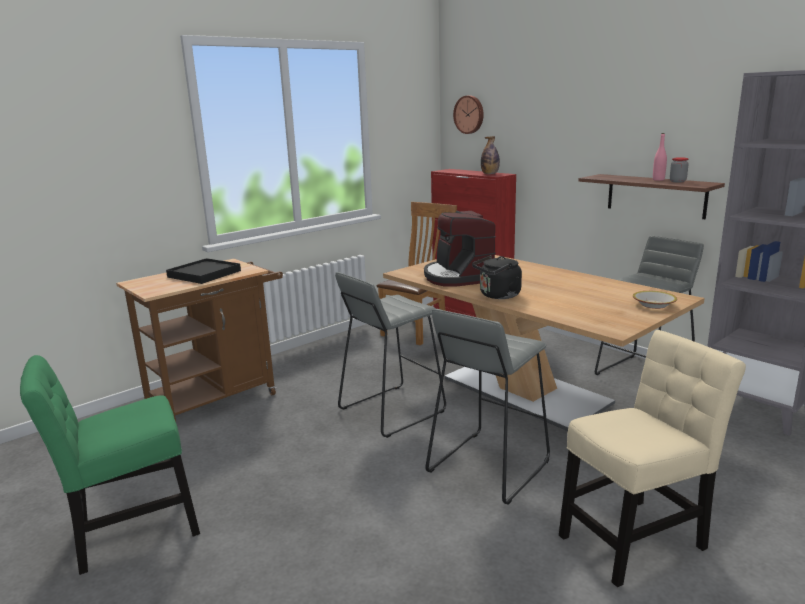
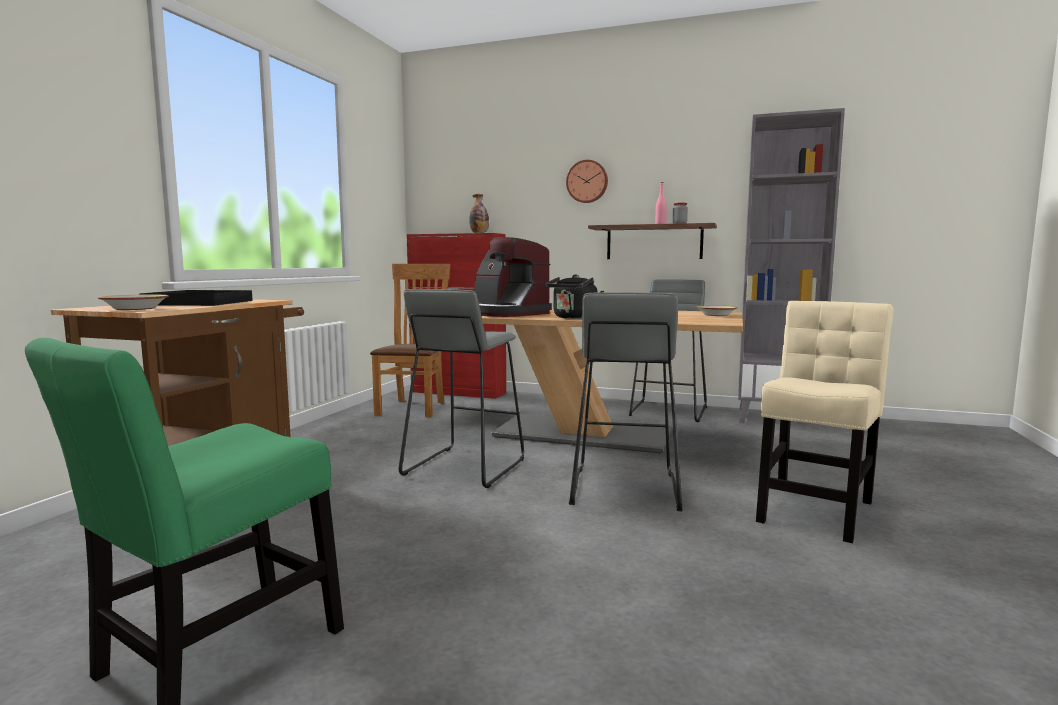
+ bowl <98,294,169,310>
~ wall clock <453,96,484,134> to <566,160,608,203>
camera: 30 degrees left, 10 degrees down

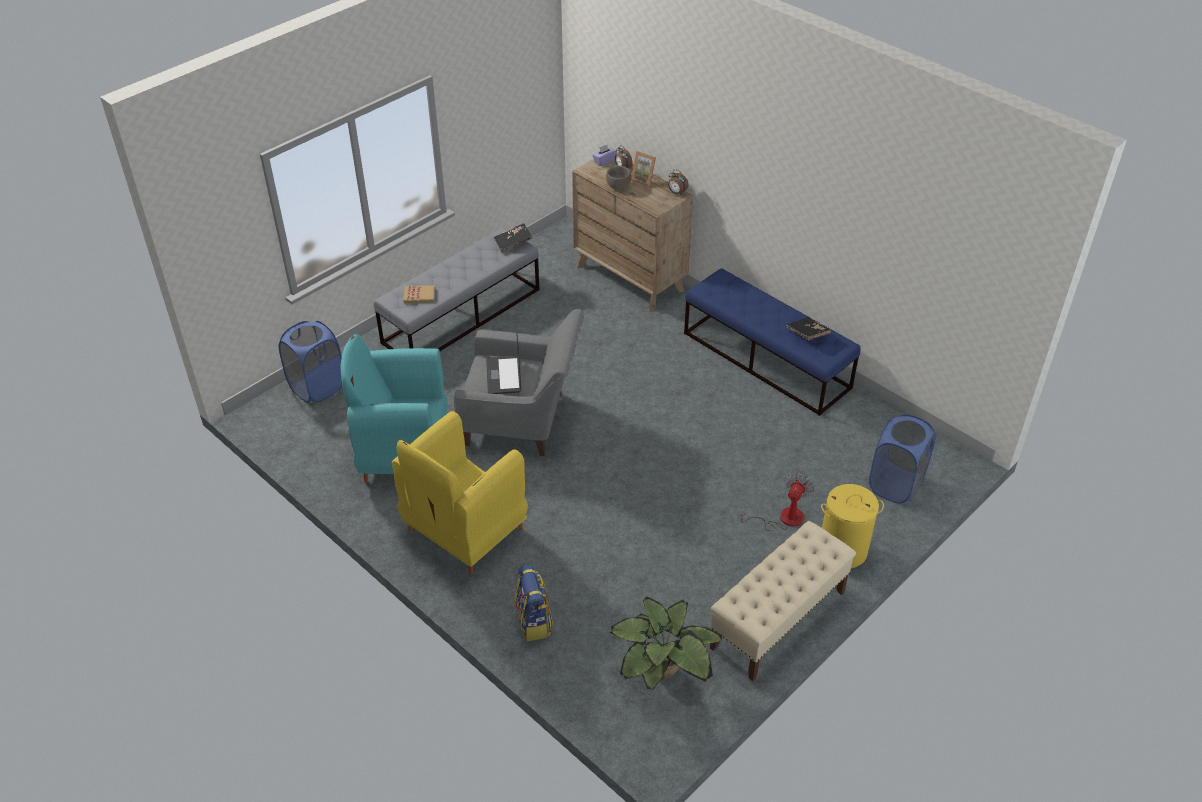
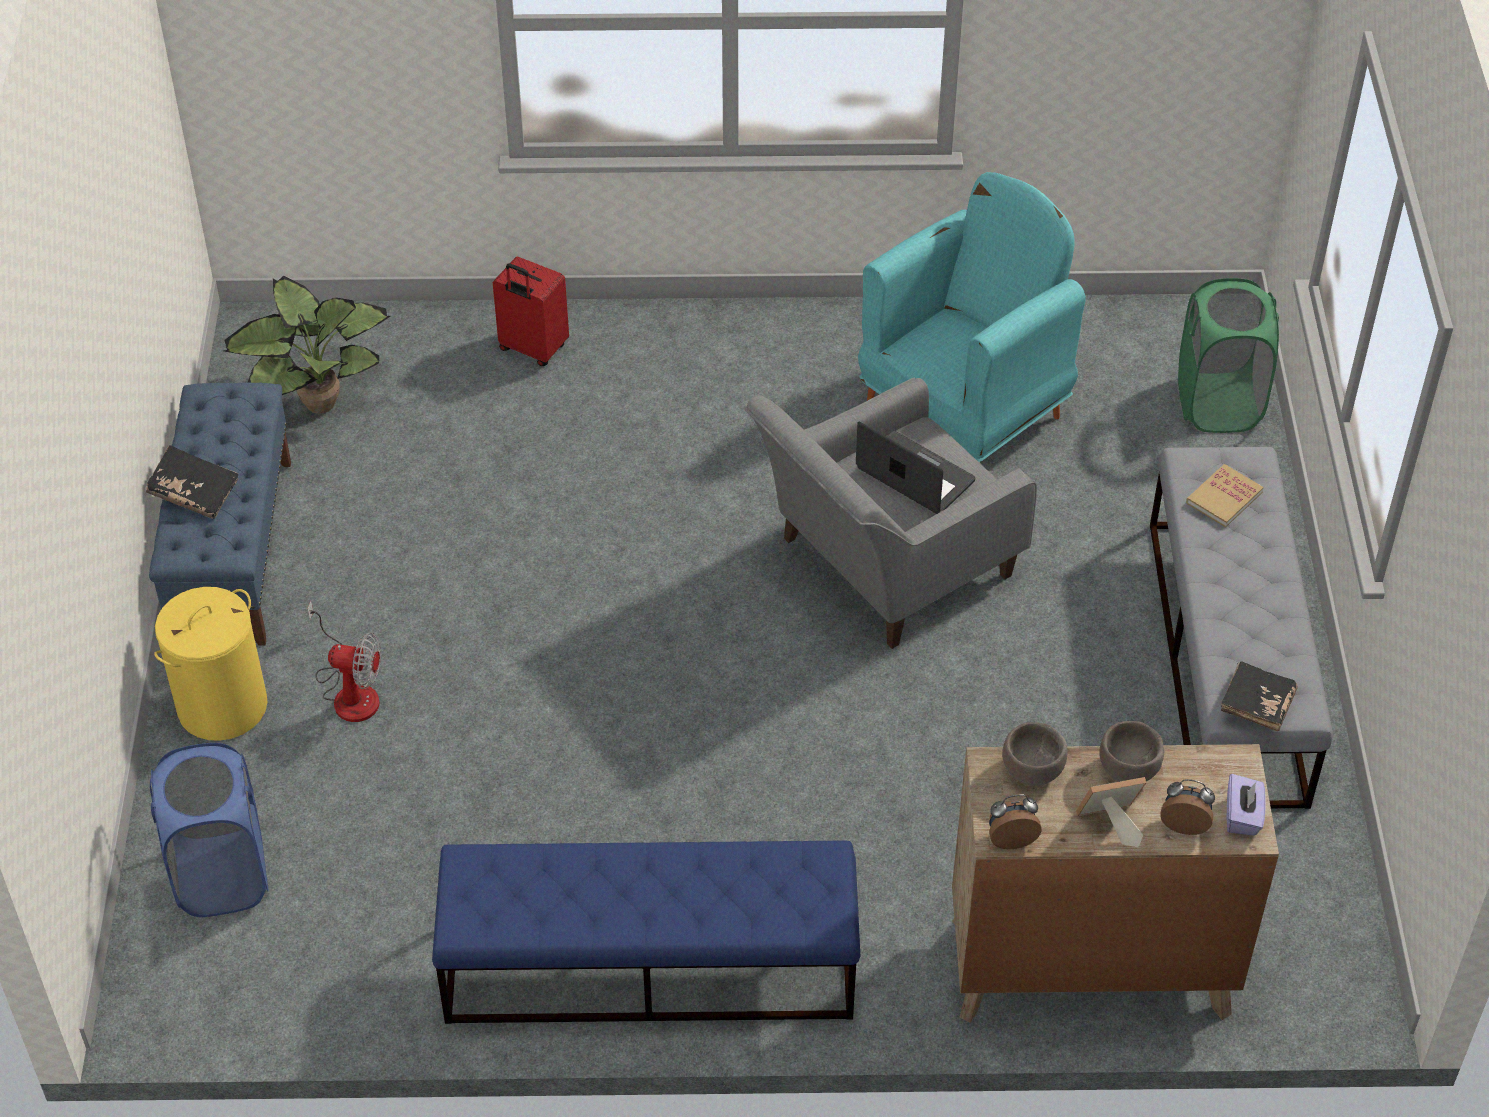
~ book (black) <786,317,831,340> to <146,445,239,519>
~ bench (beige) <710,521,856,681> to bench (blue) <149,383,291,645>
~ fan <738,473,814,531> = <307,601,381,722> 60 degrees counterclockwise
~ backpack <514,565,553,641> to suitcase (red) <493,257,569,366>
+ bowl (brown) <1002,722,1067,786>
~ laundry basket (blue) <279,321,342,403> to laundry basket (green) <1178,278,1279,433>
- armchair (yellow) <392,411,528,574>
camera: 135 degrees right, 5 degrees up

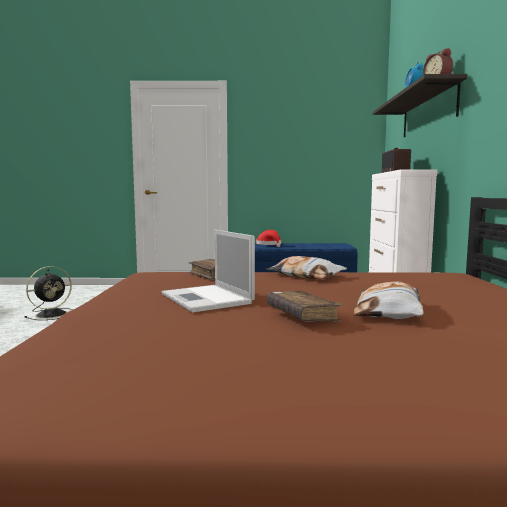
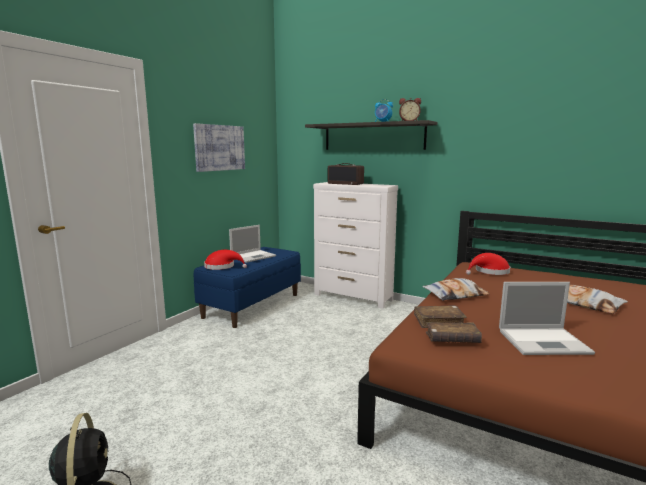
+ picture <193,123,245,172>
+ laptop <229,225,276,263>
~ book (brown) <267,291,342,322> to <426,322,482,343>
+ hat (red) <466,253,511,275>
camera: 60 degrees left, 5 degrees up

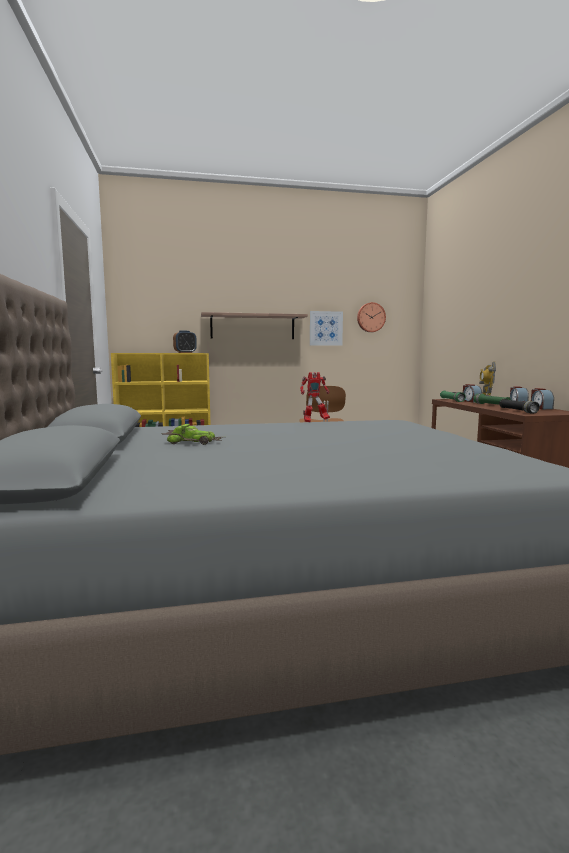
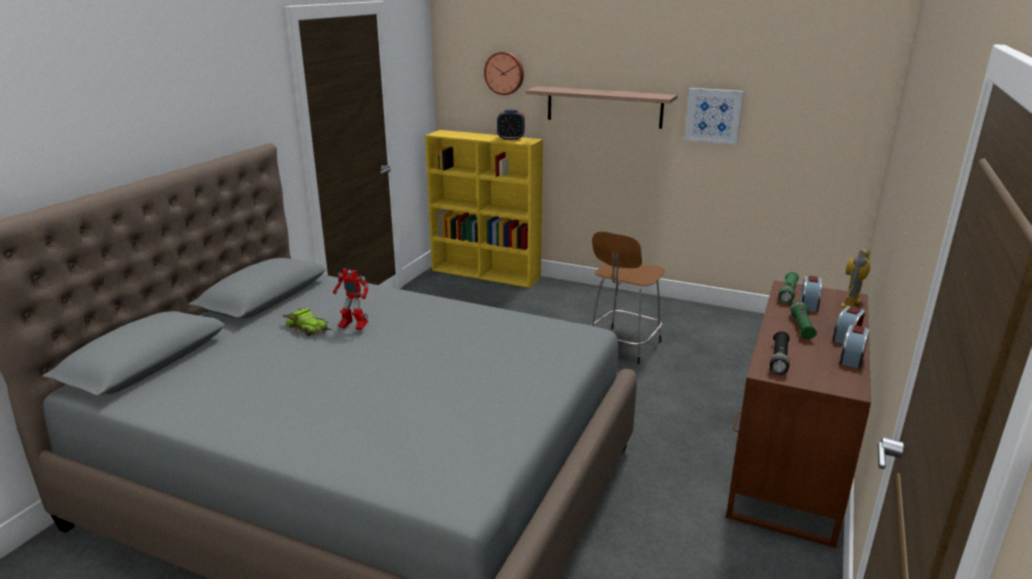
~ toy robot <300,372,330,422> to <333,268,369,330>
~ wall clock <357,302,386,332> to <484,52,524,95>
camera: 35 degrees right, 15 degrees up

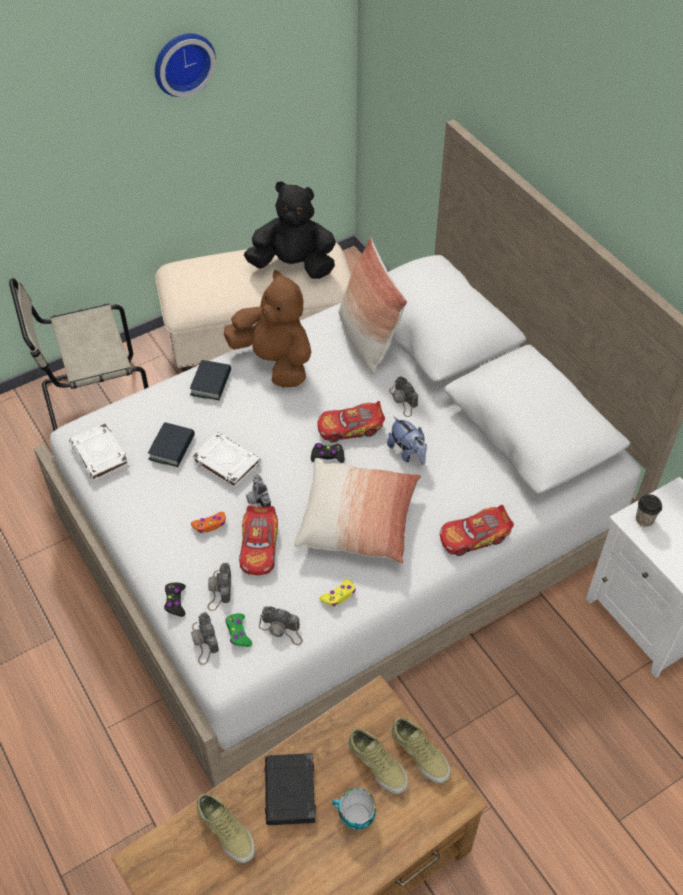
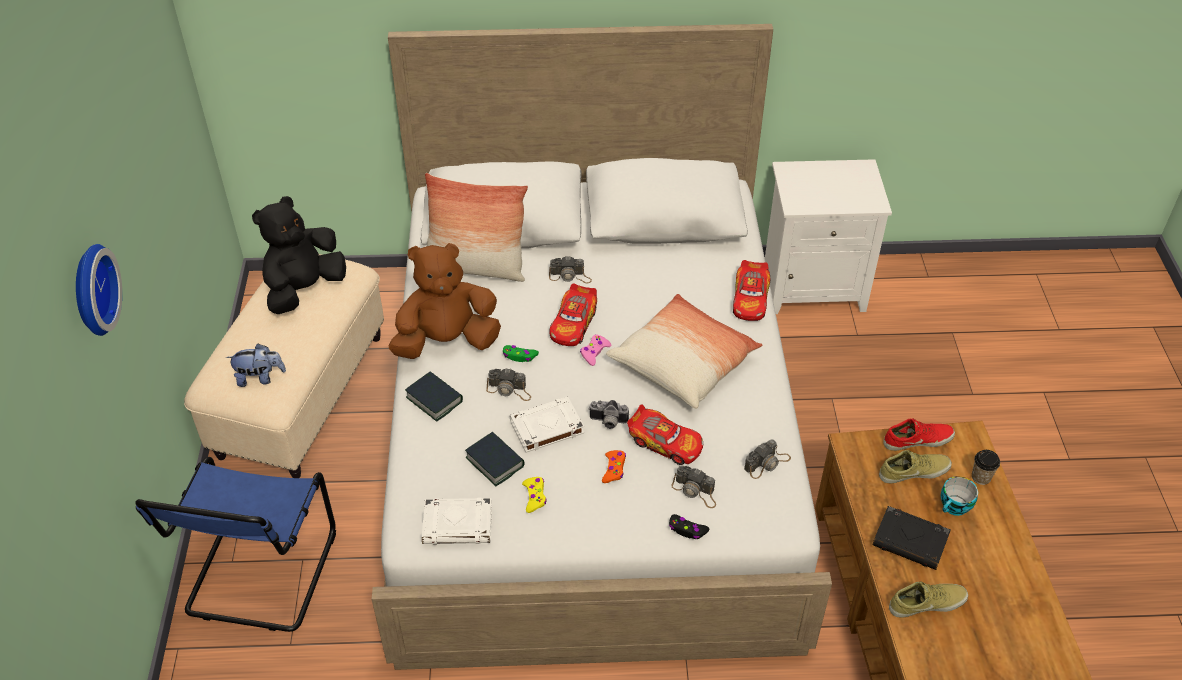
~ wall clock <155,33,216,97> to <76,244,122,336>
~ chair (beige) <9,278,148,431> to chair (blue) <135,457,336,632>
~ plush toy <387,417,427,465> to <226,343,286,387>
~ photo camera <191,612,219,665> to <486,369,531,401>
~ game controller (green) <225,613,252,647> to <503,345,539,362>
~ game controller (yellow) <319,579,356,607> to <522,477,547,513>
~ game controller (black) <311,443,344,463> to game controller (pink) <580,334,611,366>
~ shoe (beige) <391,717,450,783> to shoe (red) <883,418,955,451>
~ cup <636,494,662,527> to <972,450,1000,485>
camera: 60 degrees left, 5 degrees down

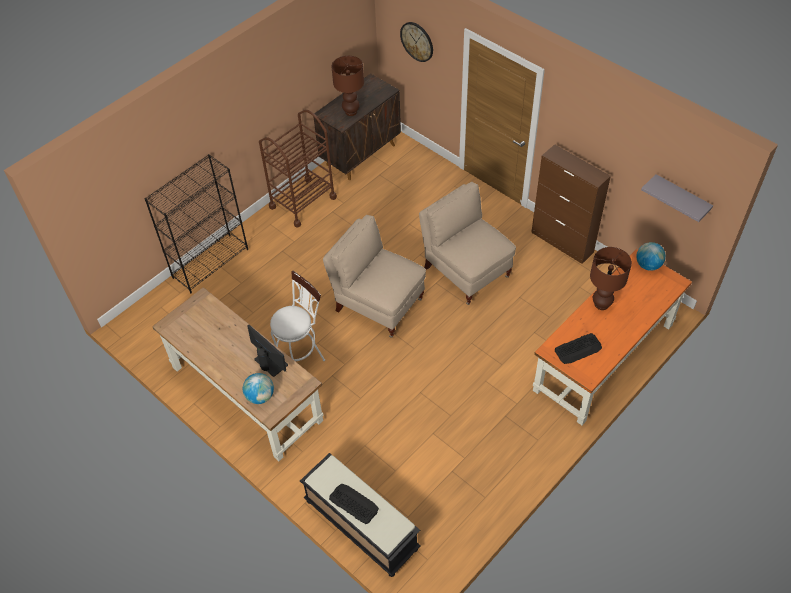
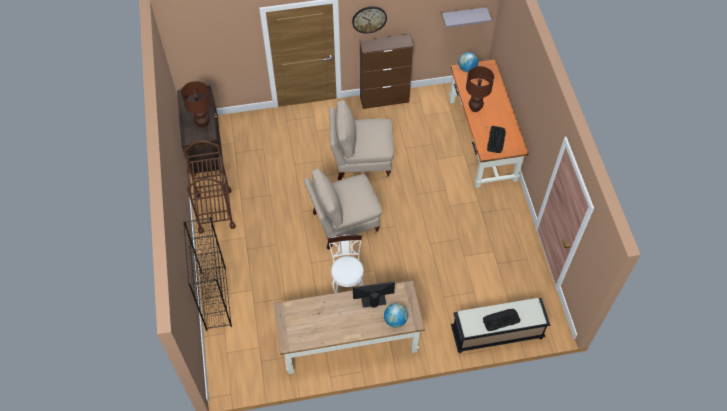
~ wall clock <400,22,433,62> to <352,6,387,34>
camera: 55 degrees left, 5 degrees up

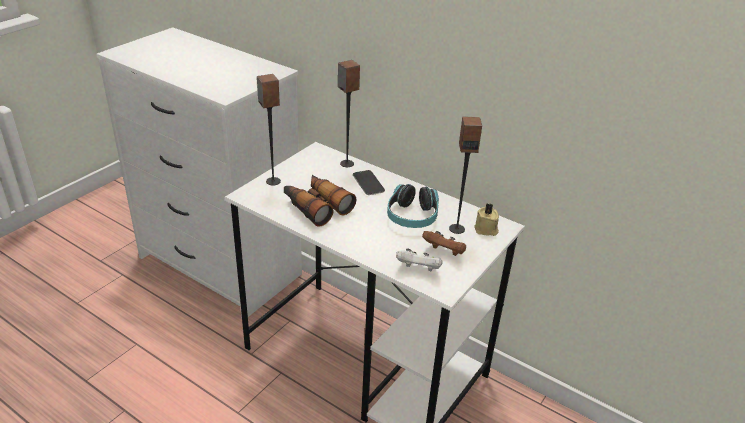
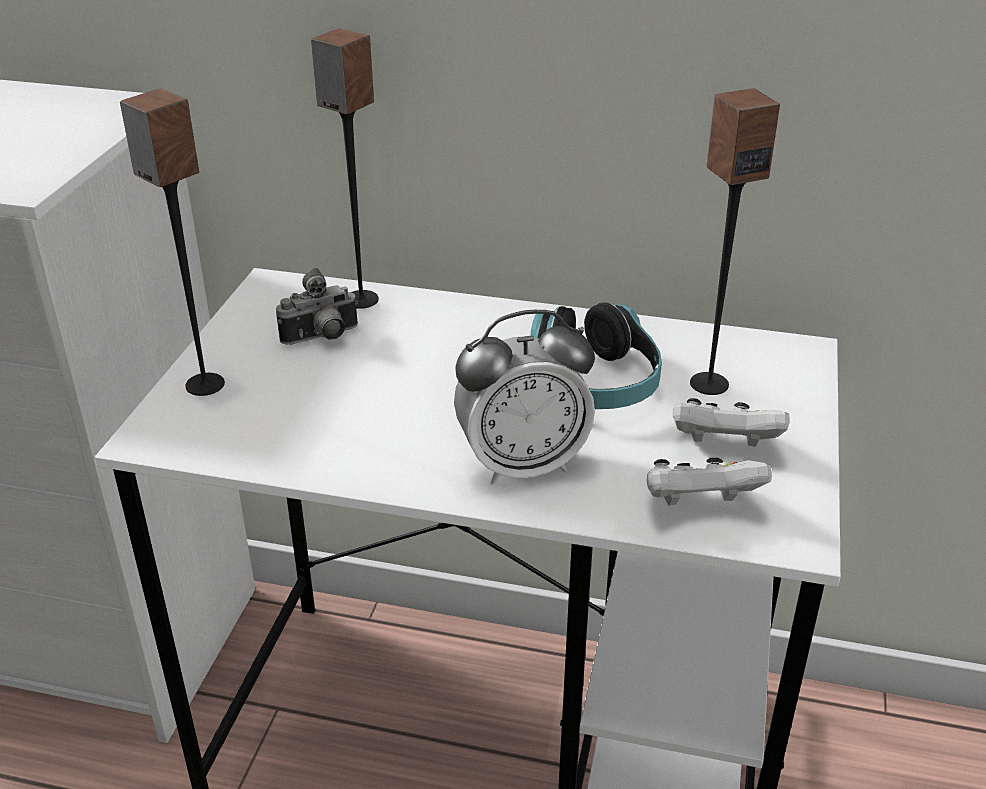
+ photo camera <276,268,358,345>
+ alarm clock <454,310,595,485>
~ game controller (brown) <422,231,466,256> to game controller (white) <673,398,790,447>
- binoculars <284,175,356,226>
- phone <353,170,385,195>
- candle (beige) <474,203,499,236>
camera: 20 degrees left, 0 degrees up

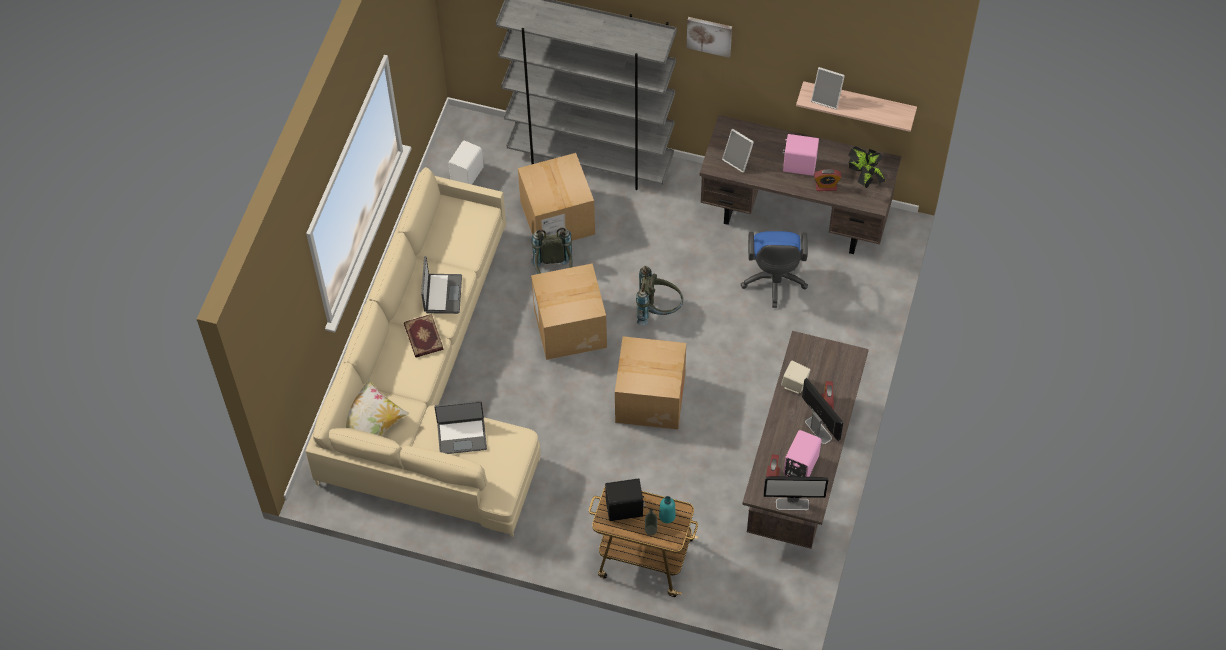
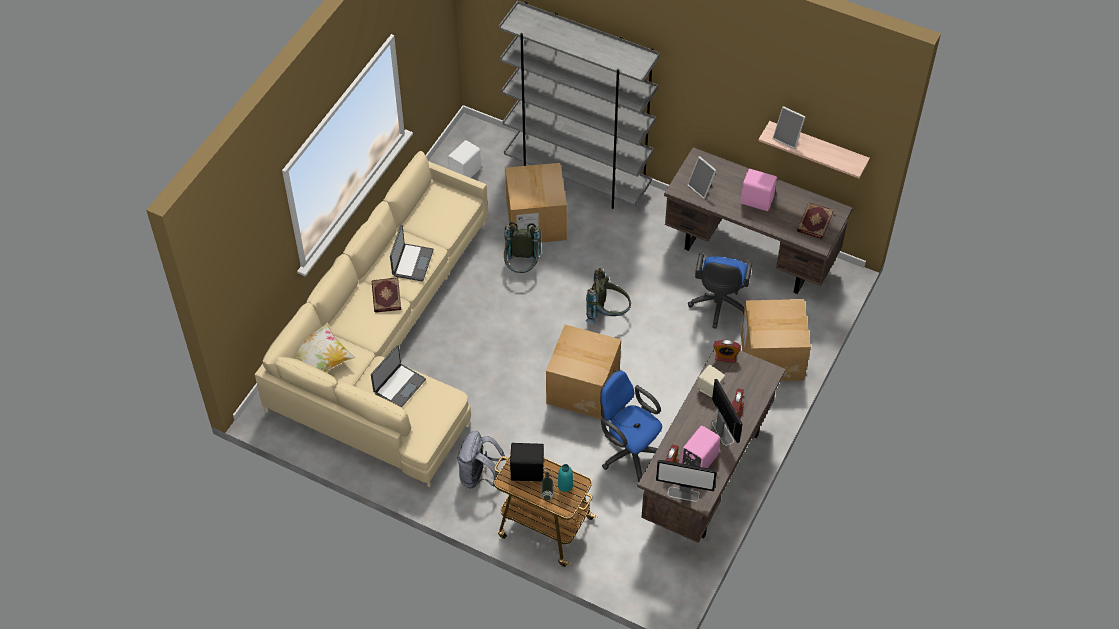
~ laptop <434,400,487,454> = <371,345,426,408> 60 degrees counterclockwise
+ backpack (grey) <457,431,506,488>
+ office chair (blue) <600,370,662,482>
~ alarm clock <814,169,842,191> to <713,340,741,363>
~ cardboard box <531,263,607,360> to <741,299,811,381>
~ potted plant <848,146,885,188> to book <797,202,834,239>
- picture <687,17,732,58>
camera: 10 degrees right, 5 degrees down

